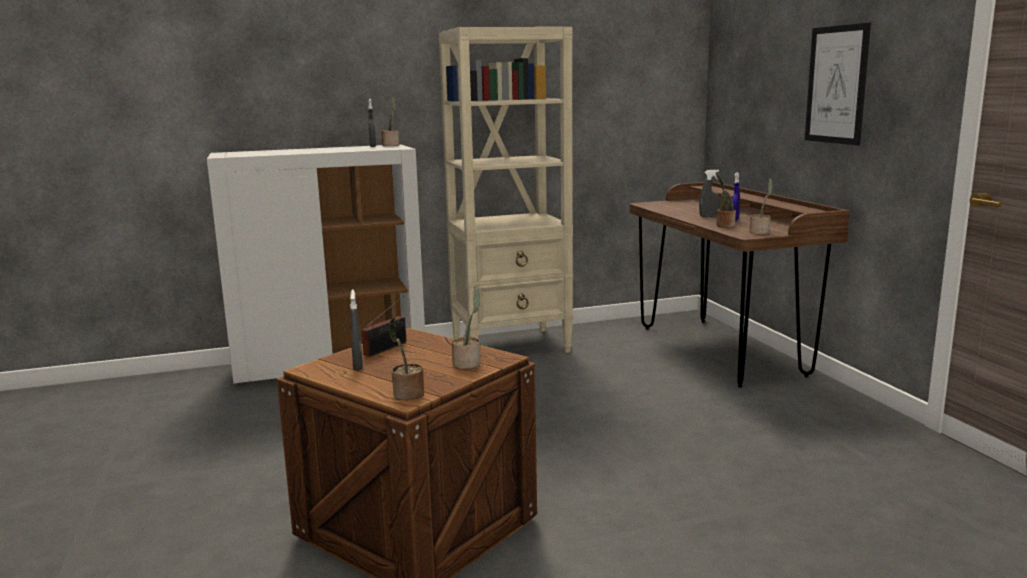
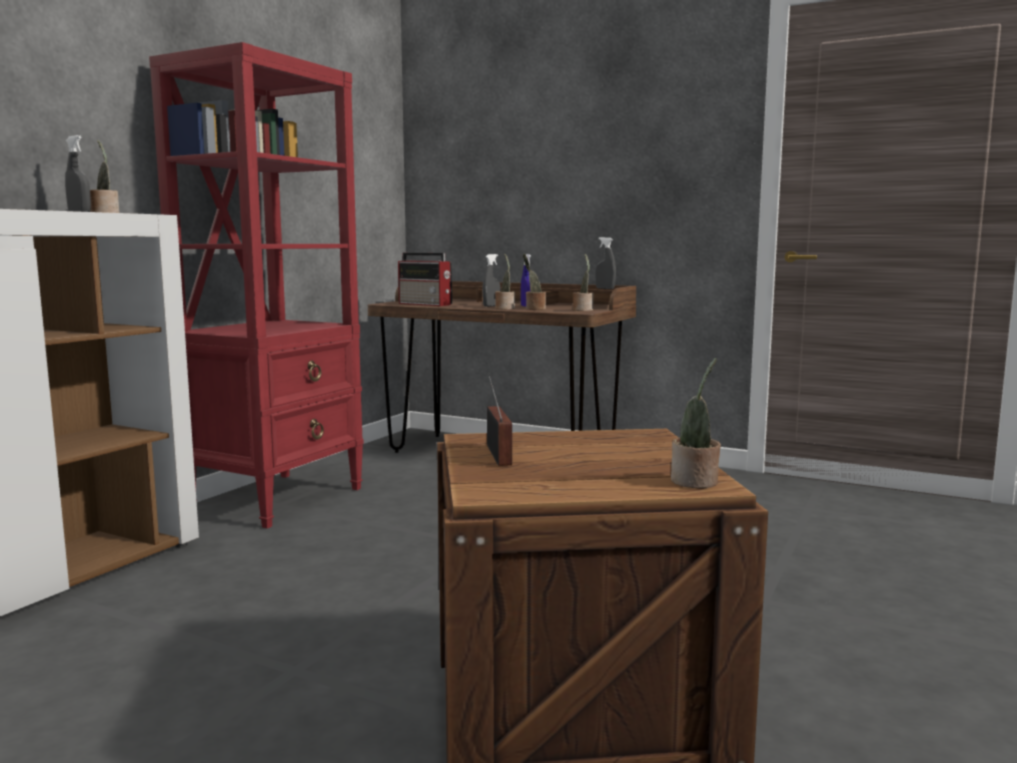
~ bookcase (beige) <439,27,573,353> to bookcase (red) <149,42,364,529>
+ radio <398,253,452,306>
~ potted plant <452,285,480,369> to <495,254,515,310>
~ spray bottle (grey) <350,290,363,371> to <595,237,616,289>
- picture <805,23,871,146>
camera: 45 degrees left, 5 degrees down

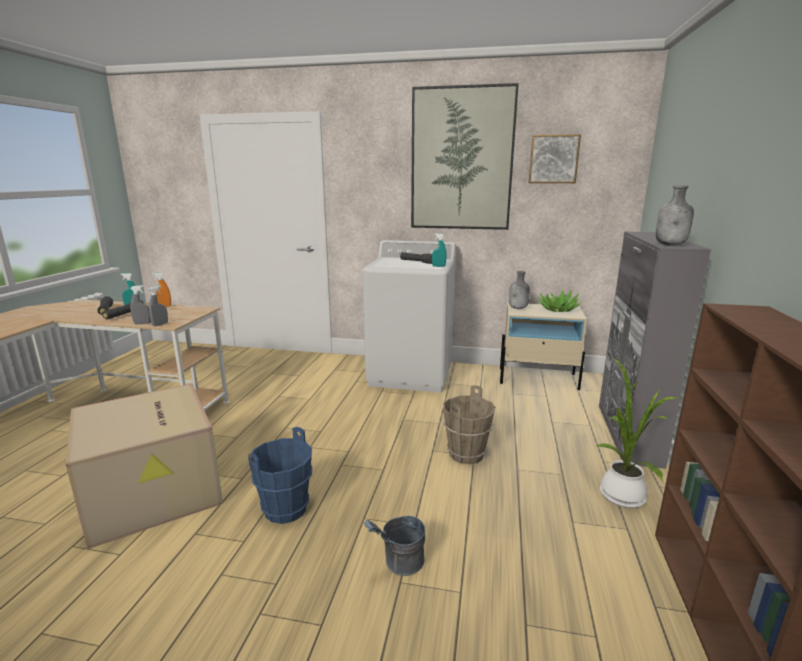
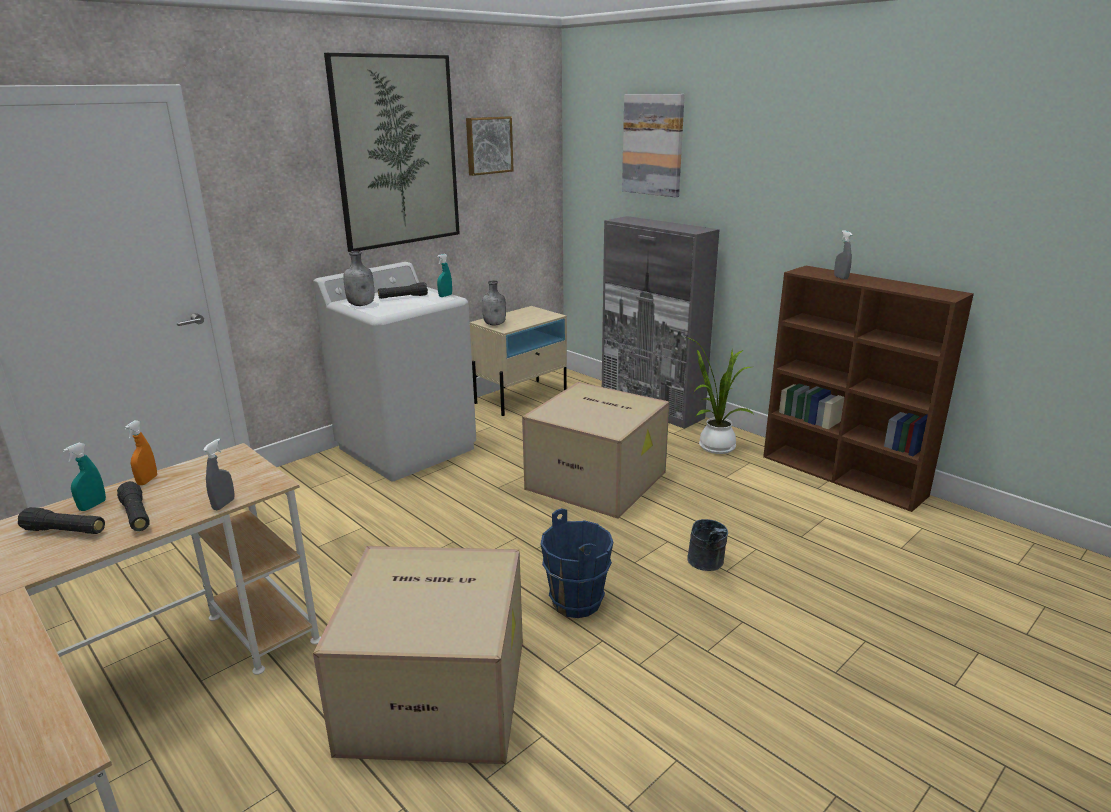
~ bottle (grey) <656,185,694,245> to <343,251,374,306>
~ bucket (brown) <443,385,495,464> to cardboard box <522,382,669,519>
+ picture <622,94,685,197>
~ spray bottle (grey) <148,286,168,326> to <834,230,852,280>
- potted plant <537,290,583,312>
camera: 55 degrees left, 5 degrees up

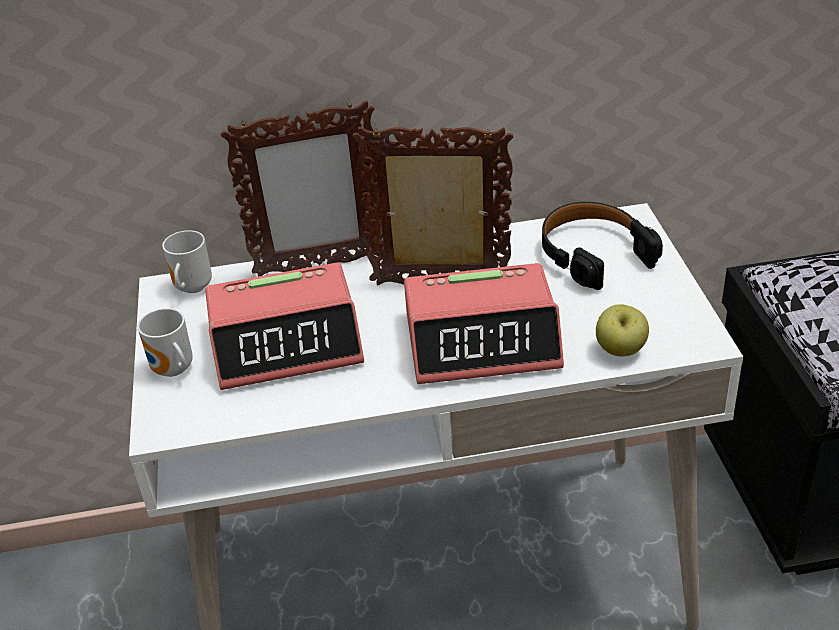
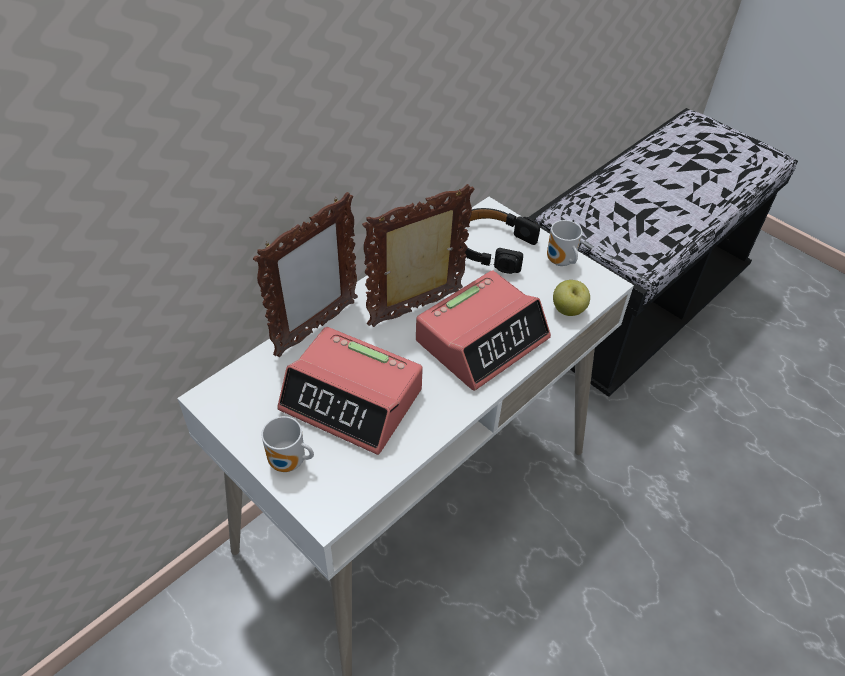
~ alarm clock <205,263,364,390> = <277,327,423,455> 75 degrees clockwise
~ mug <162,230,212,293> to <547,220,582,266>
camera: 40 degrees left, 10 degrees up

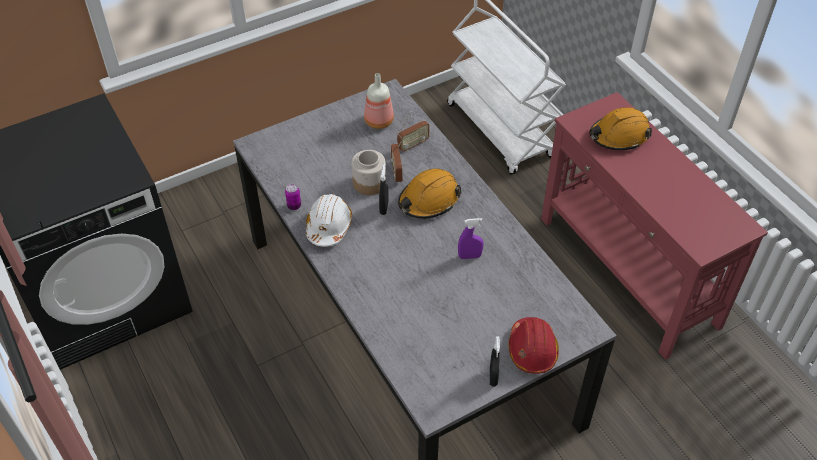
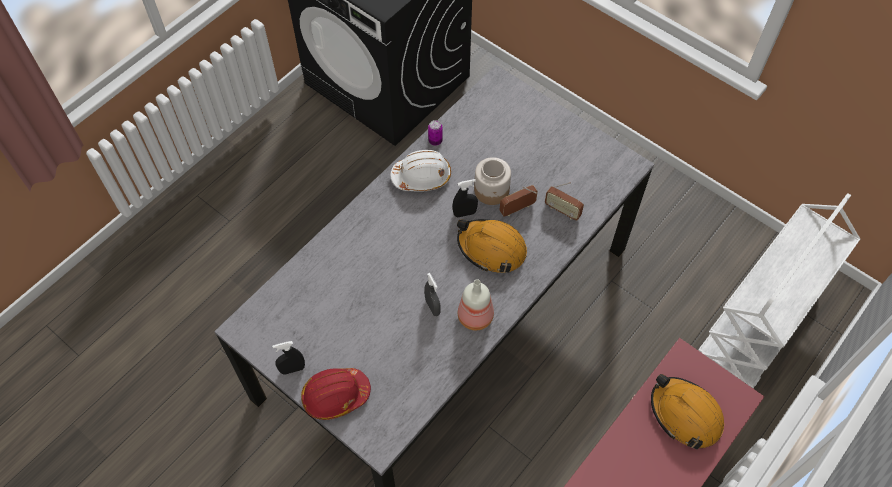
~ spray bottle (purple) <458,218,484,259> to spray bottle (grey) <424,273,441,316>
~ bottle <364,73,394,129> to <458,279,494,330>
camera: 70 degrees right, 10 degrees up

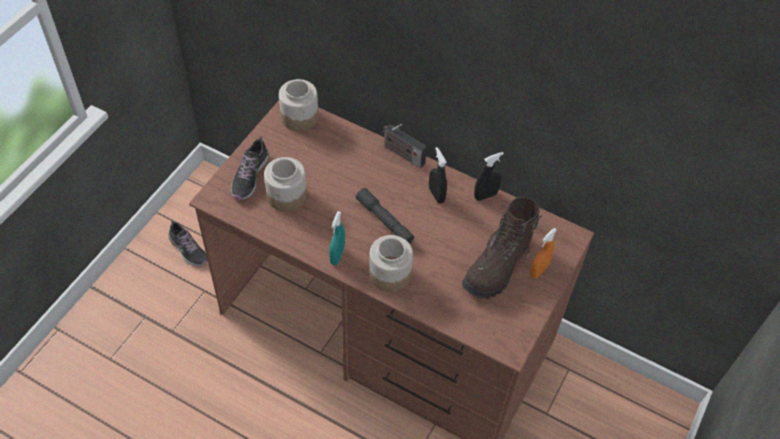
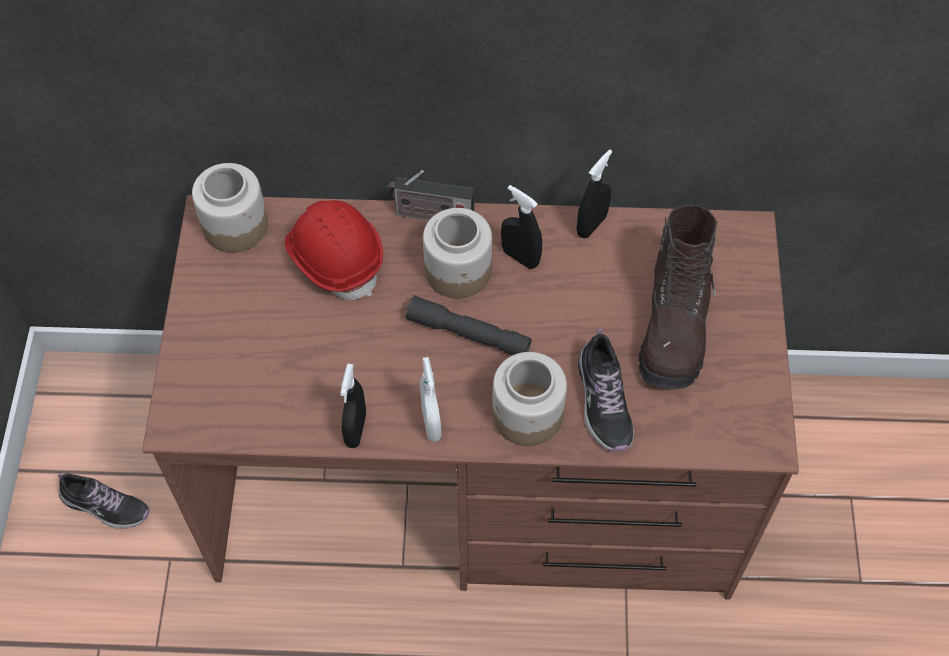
+ hard hat (red) <285,200,383,300>
+ spray bottle (black) <340,363,366,448>
~ spray bottle (turquoise) <329,211,345,265> to spray bottle (white) <420,357,442,442>
~ jar <264,157,307,212> to <423,208,492,299>
~ shoe <231,136,269,200> to <578,329,634,452>
- spray bottle (orange) <530,228,557,279>
camera: 25 degrees left, 5 degrees up

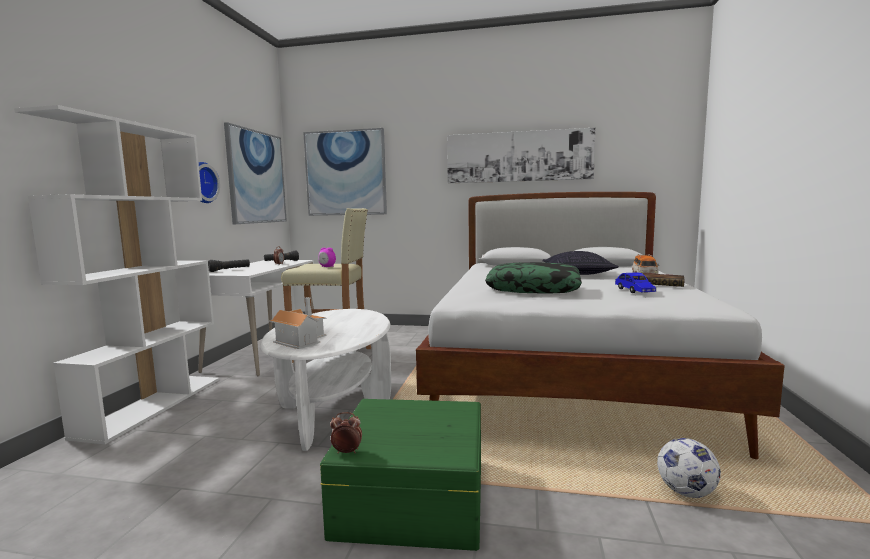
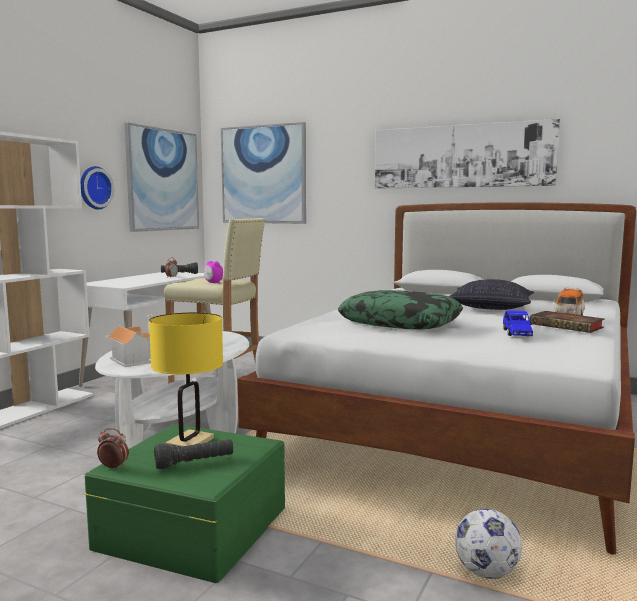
+ table lamp (yellow) <149,312,223,446>
~ flashlight (black) <208,259,250,272> to <154,439,233,470>
camera: 15 degrees right, 0 degrees up

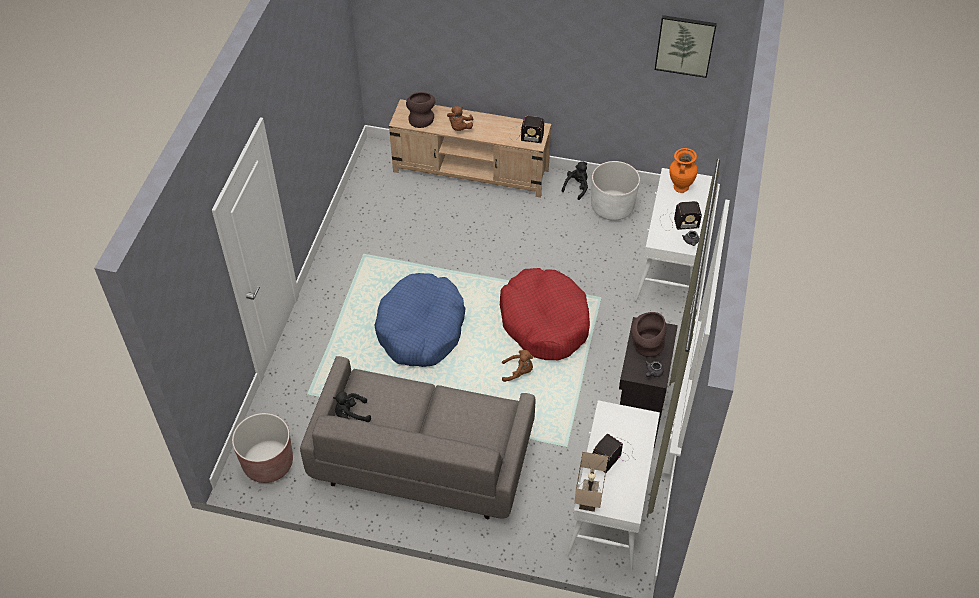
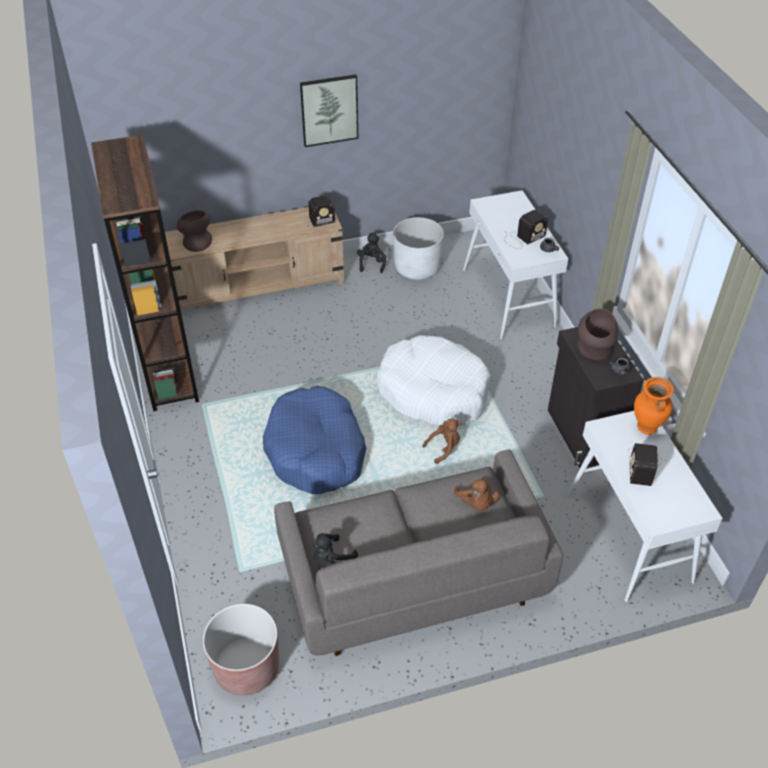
+ bookcase (brown) <91,135,199,411>
~ picture <655,15,717,78> to <300,74,358,147>
~ dog bed (red) <500,268,590,360> to dog bed (white) <376,335,491,427>
~ plush toy (brown) <447,106,473,131> to <454,477,500,511>
~ vase (orange) <669,148,698,193> to <634,377,674,435>
- table lamp (beige) <574,452,608,512>
camera: 30 degrees left, 5 degrees down

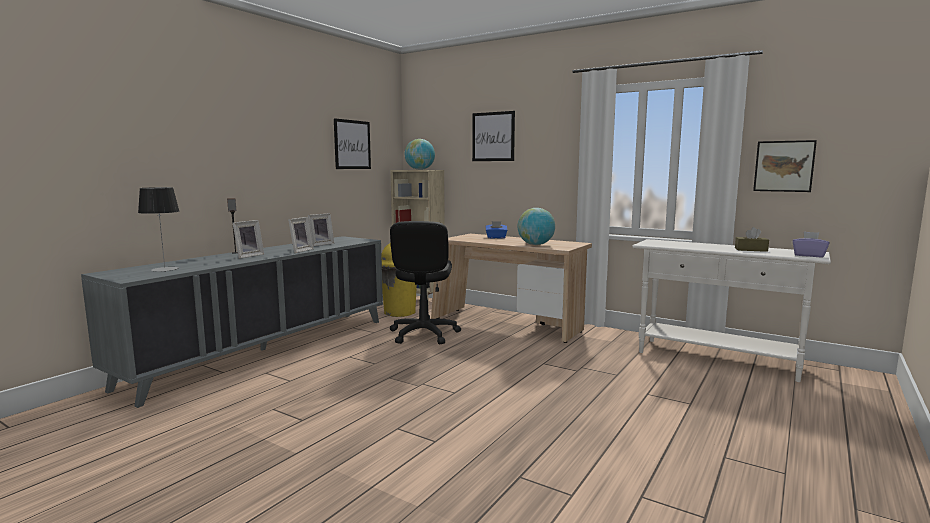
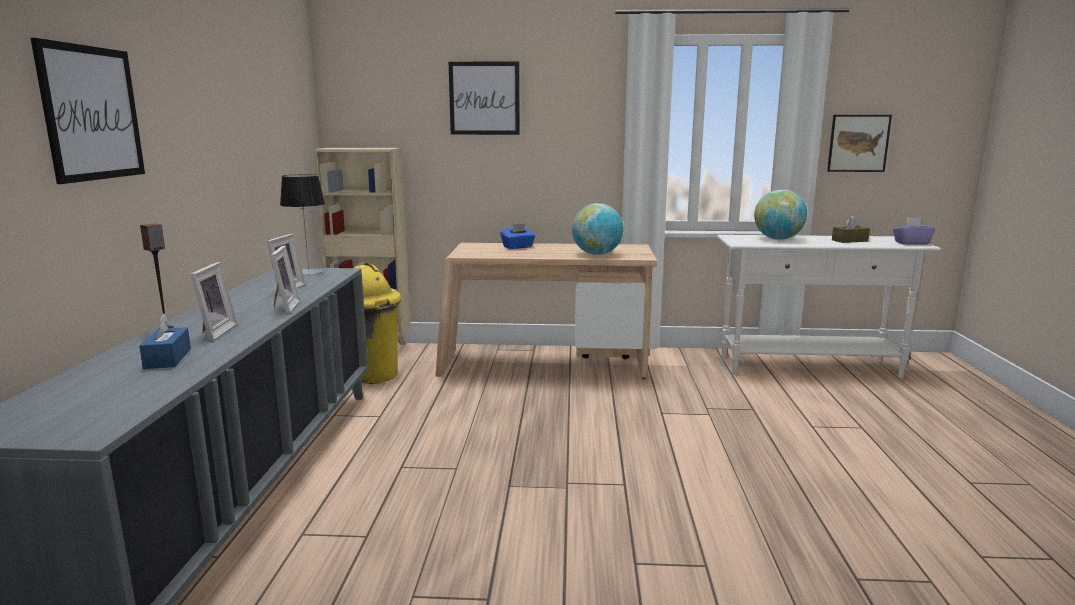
~ picture <334,118,371,169> to <31,38,145,184>
+ tissue box (blue) <139,313,191,369>
~ table lamp <138,187,179,271> to <280,174,325,275>
~ globe <405,139,435,170> to <754,189,807,240>
- office chair (black) <390,221,461,345>
camera: 30 degrees left, 5 degrees up

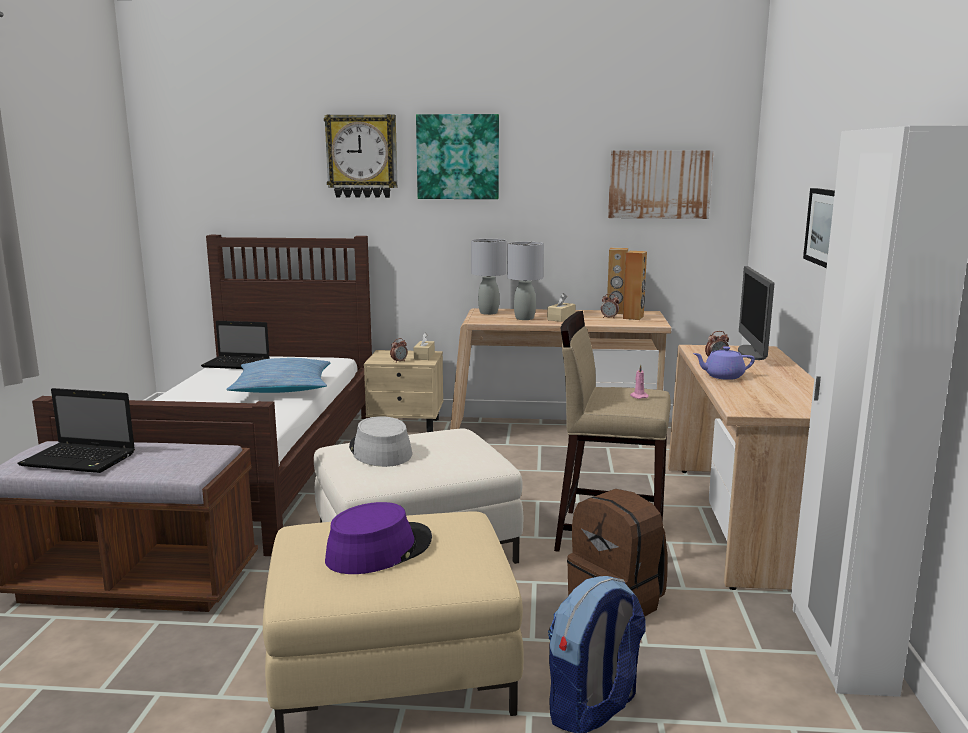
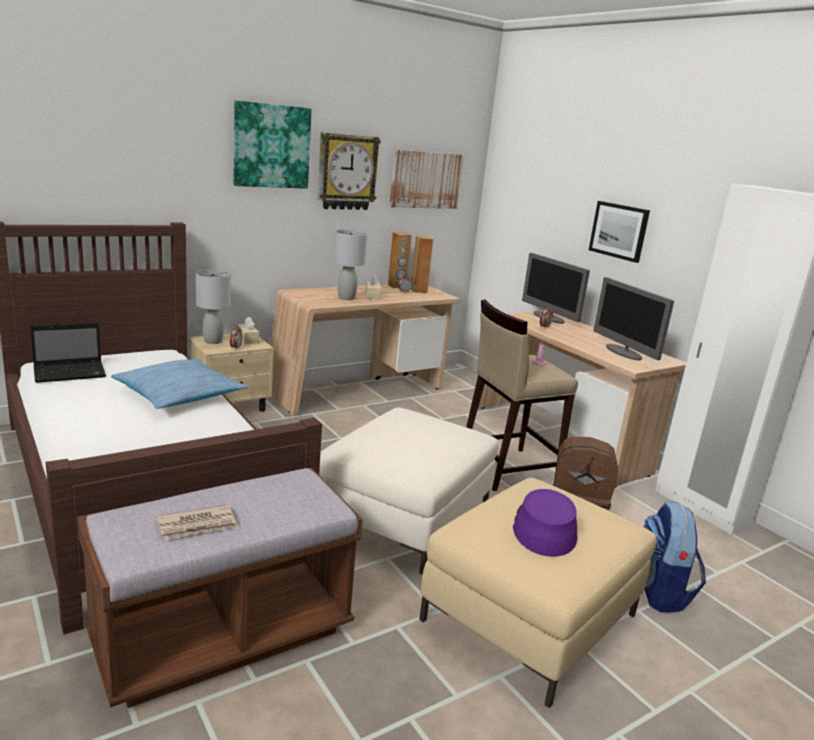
~ laptop <17,388,135,473> to newspaper <157,504,238,540>
~ table lamp (grey) <471,239,506,315> to <195,270,231,344>
~ wall clock <324,114,398,198> to <318,132,381,210>
+ monitor <593,277,674,360>
- hat (grey) <349,416,412,467>
- teapot (purple) <693,346,755,380>
camera: 40 degrees left, 5 degrees up

